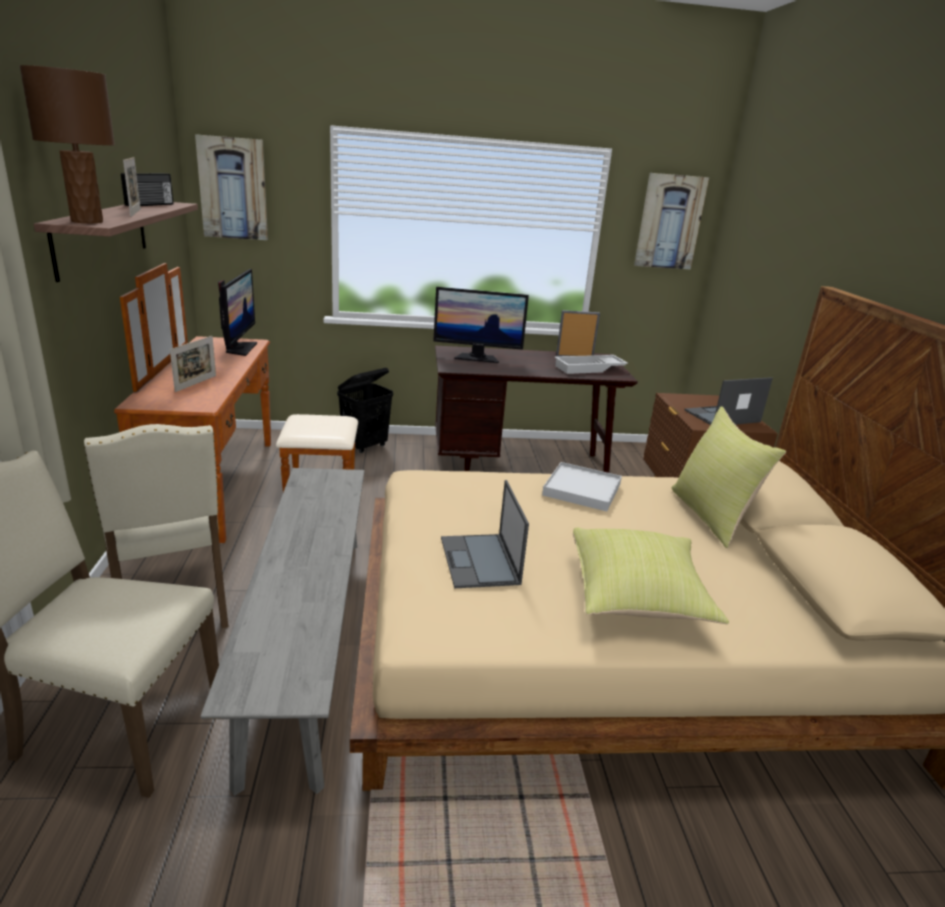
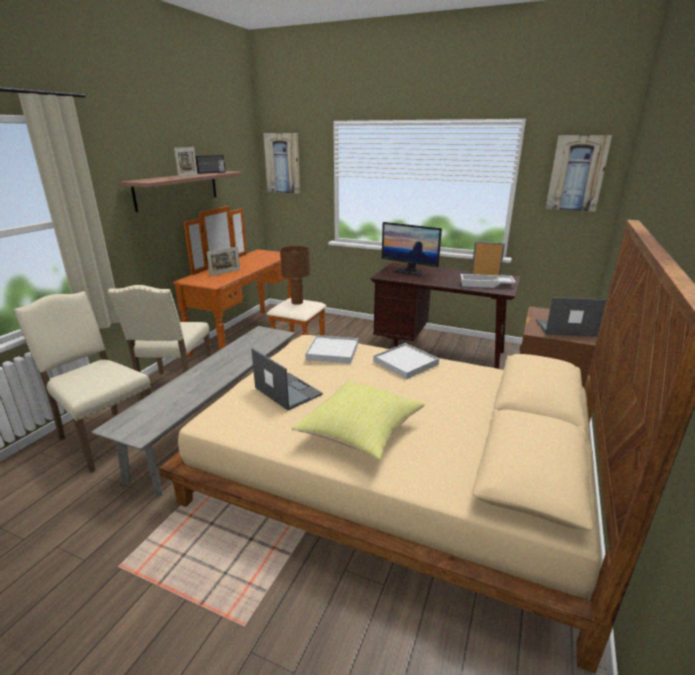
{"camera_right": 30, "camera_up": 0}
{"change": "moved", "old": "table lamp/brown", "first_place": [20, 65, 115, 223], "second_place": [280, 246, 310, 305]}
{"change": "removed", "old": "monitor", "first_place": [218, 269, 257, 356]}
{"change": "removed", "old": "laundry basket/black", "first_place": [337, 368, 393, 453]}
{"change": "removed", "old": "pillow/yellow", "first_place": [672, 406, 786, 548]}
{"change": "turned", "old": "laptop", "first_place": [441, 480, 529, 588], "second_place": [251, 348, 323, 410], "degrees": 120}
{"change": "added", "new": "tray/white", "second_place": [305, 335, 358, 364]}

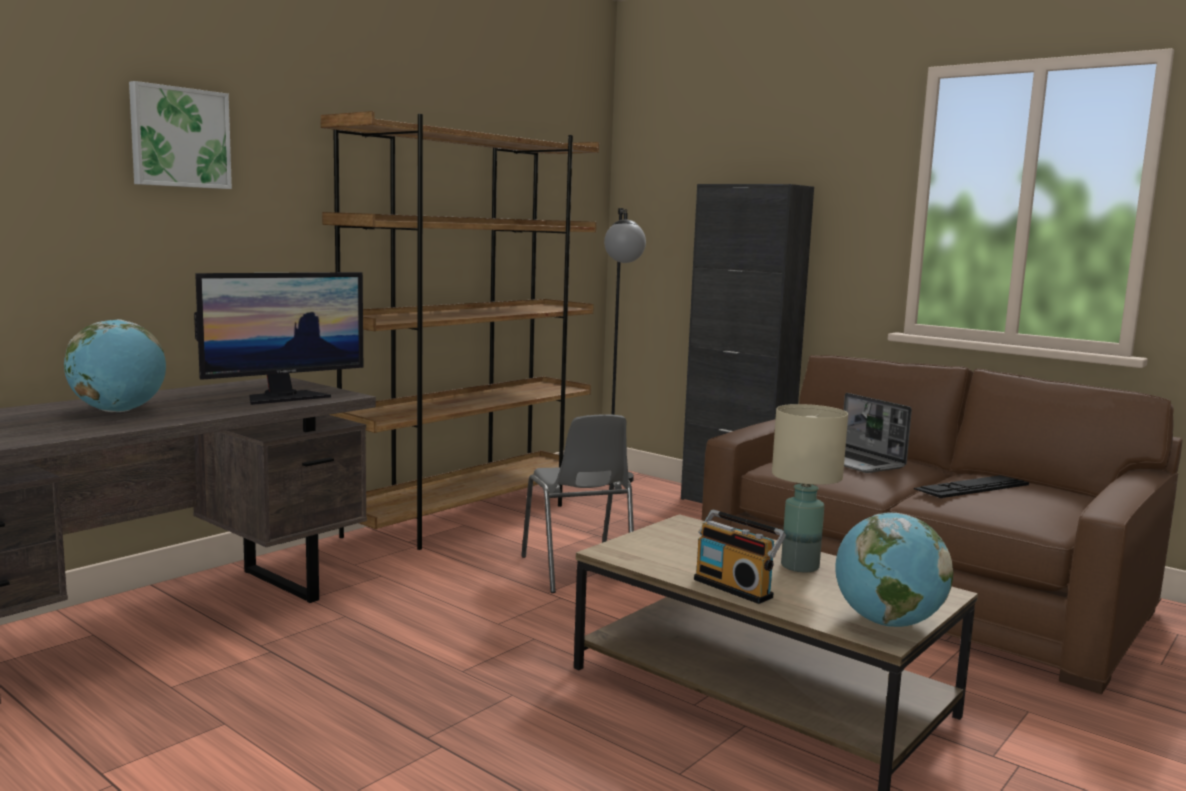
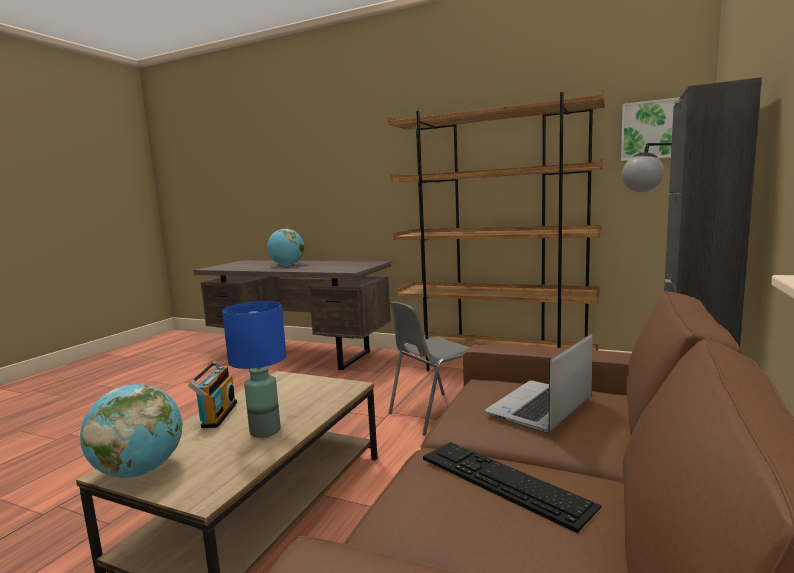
{"camera_right": 75, "camera_up": 0}
{"change": "moved", "old": "picture", "first_place": [129, 81, 232, 189], "second_place": [621, 97, 680, 161]}
{"change": "removed", "old": "monitor", "first_place": [194, 272, 363, 405]}
{"change": "recoloured", "old": "table lamp/beige", "new": "table lamp/blue", "first_place": [772, 404, 848, 572], "second_place": [222, 301, 286, 438]}
{"change": "turned", "old": "radio", "first_place": [694, 510, 786, 604], "second_place": [188, 361, 237, 428], "degrees": 150}

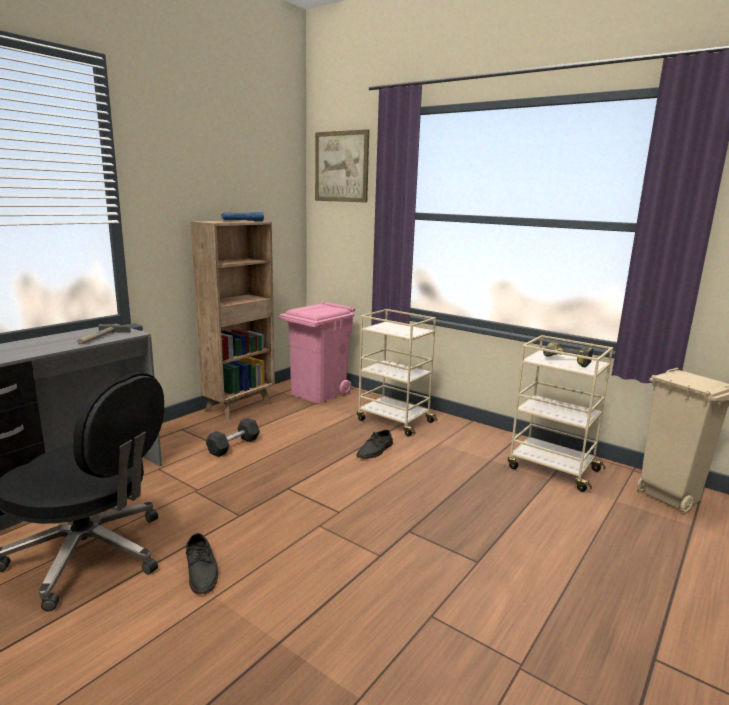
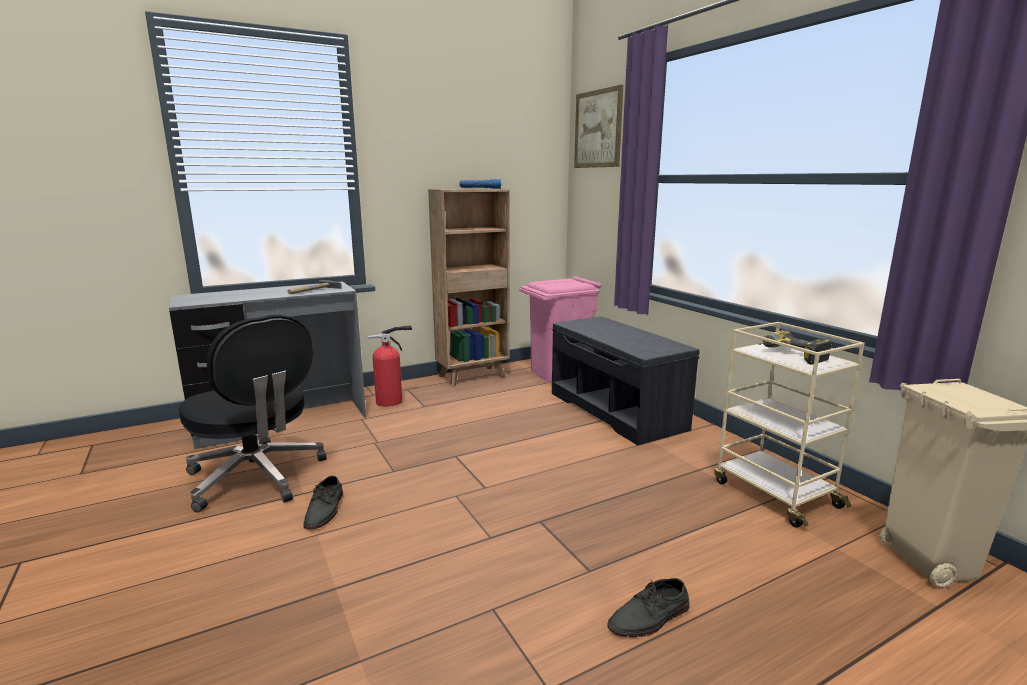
{"camera_right": 25, "camera_up": 0}
{"change": "replaced", "old": "cart/beige", "new": "bench/grey", "first_place": [357, 309, 438, 436], "second_place": [552, 316, 700, 445]}
{"change": "removed", "old": "dumbbell/grey", "first_place": [206, 418, 260, 457]}
{"change": "moved", "old": "shoe/grey", "first_place": [356, 430, 393, 459], "second_place": [607, 578, 689, 637]}
{"change": "added", "new": "fire extinguisher", "second_place": [368, 325, 412, 407]}

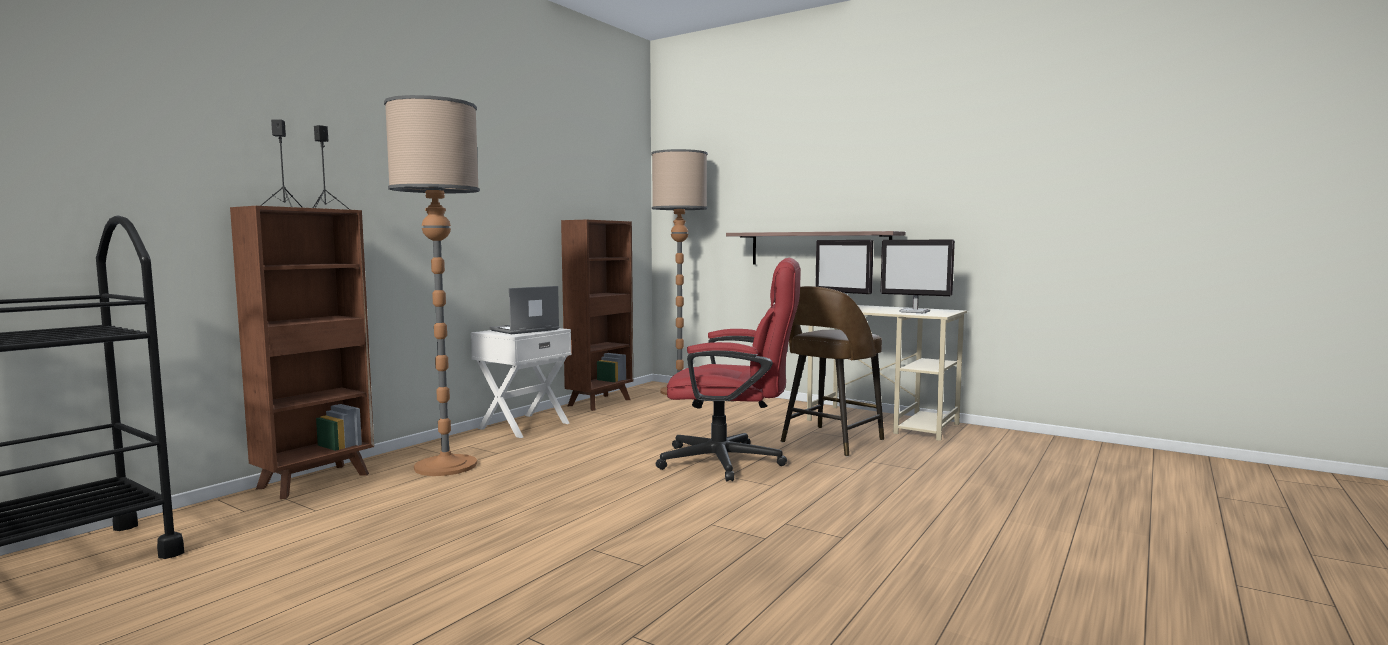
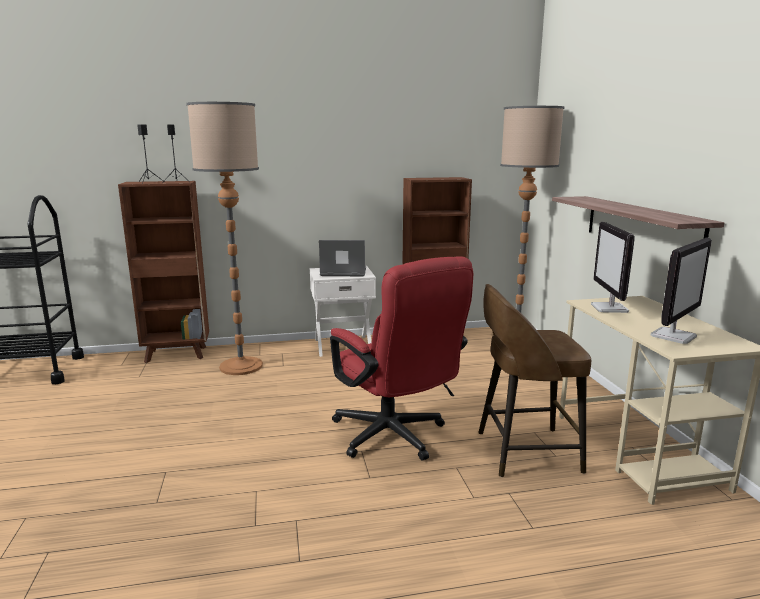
{"camera_right": 45, "camera_up": 10}
{"change": "turned", "old": "monitor", "first_place": [881, 240, 955, 313], "second_place": [651, 238, 712, 344], "degrees": -120}

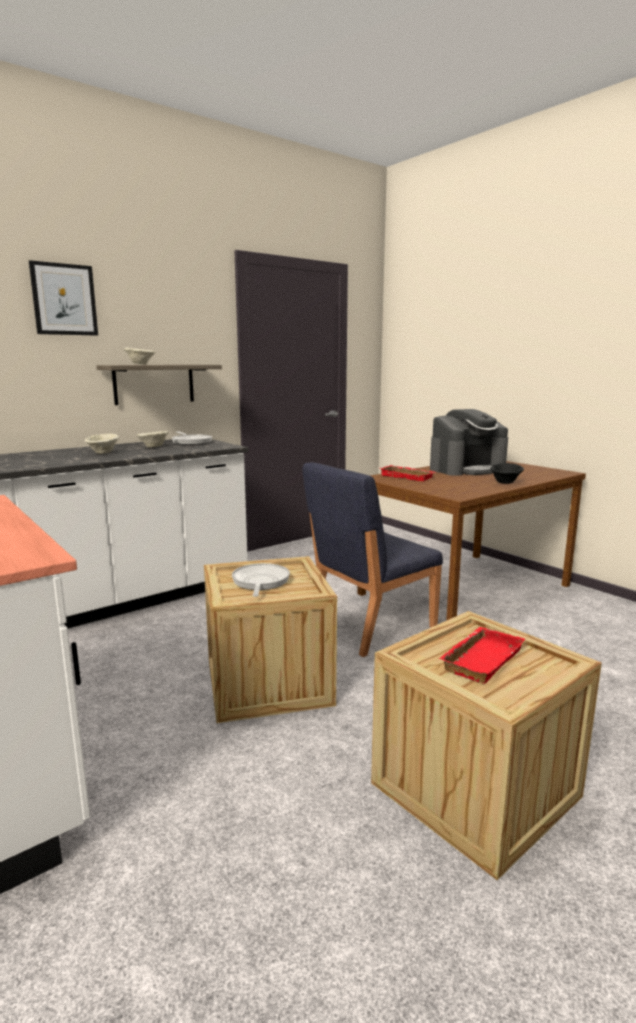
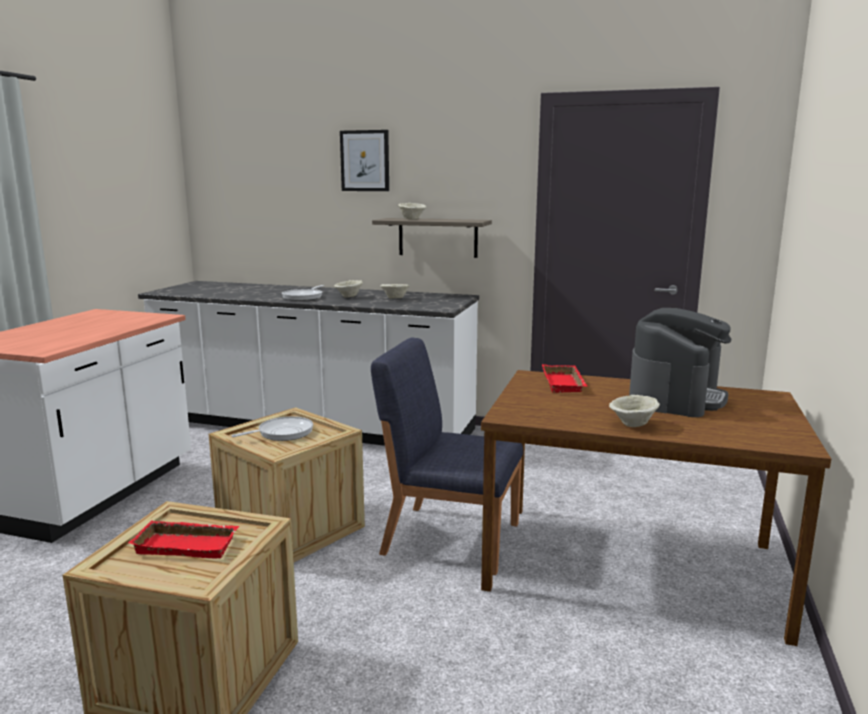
{"camera_right": 55, "camera_up": 0}
{"change": "turned", "old": "coffee machine", "first_place": [430, 409, 508, 476], "second_place": [629, 308, 731, 417], "degrees": -90}
{"change": "moved", "old": "frying pan", "first_place": [172, 432, 212, 445], "second_place": [282, 285, 324, 301]}
{"change": "recoloured", "old": "bowl/black", "new": "bowl/beige", "first_place": [490, 463, 524, 484], "second_place": [609, 395, 660, 427]}

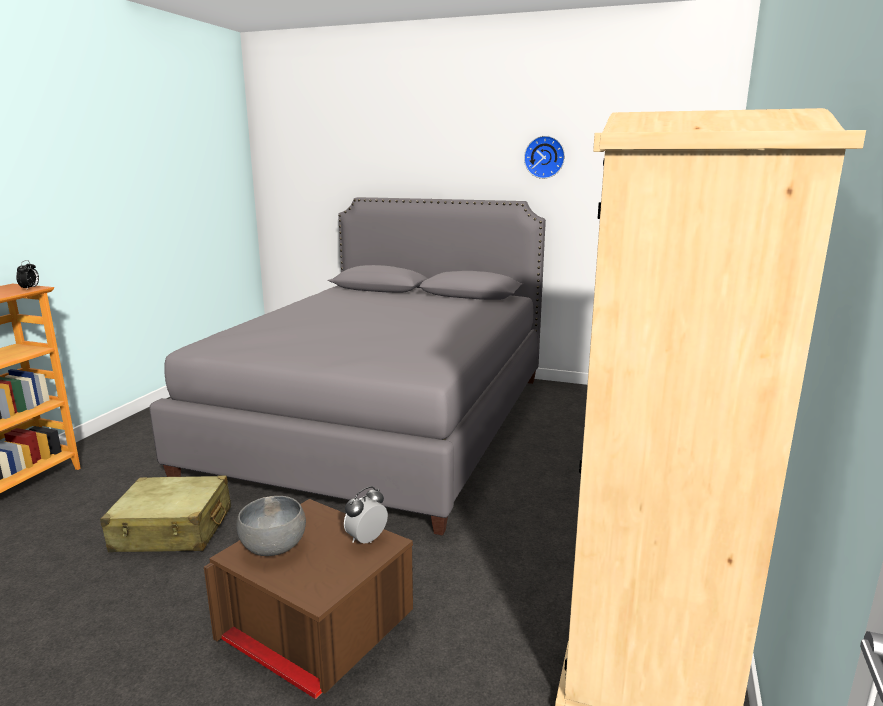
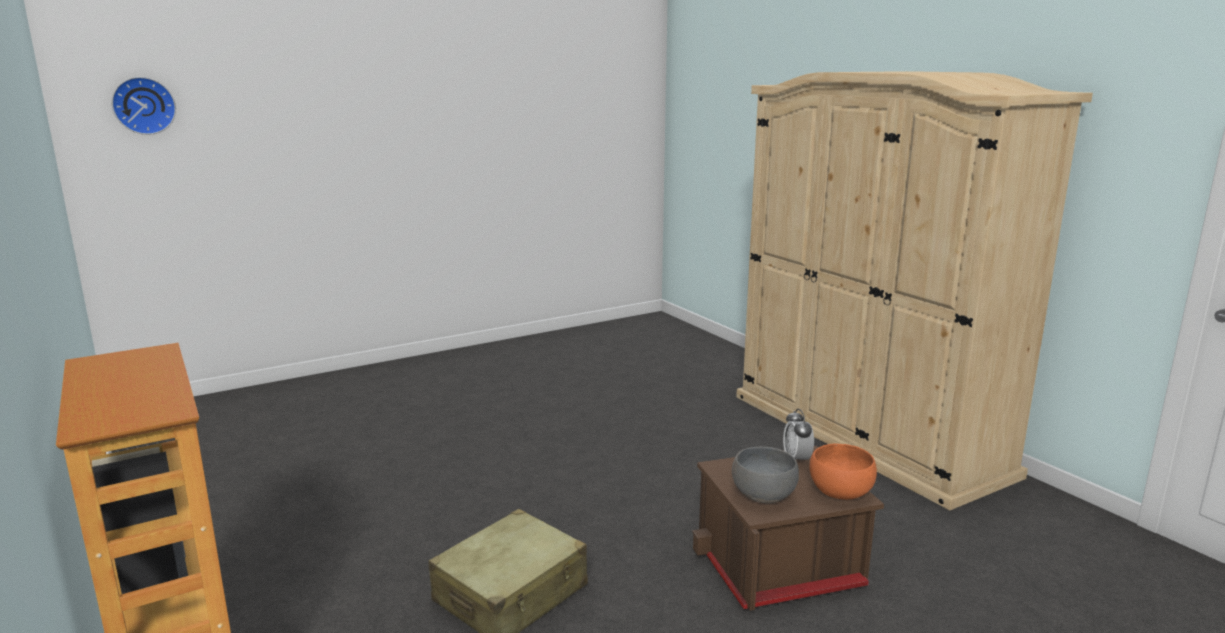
{"camera_right": -50, "camera_up": 0}
{"change": "moved", "old": "wall clock", "first_place": [524, 136, 565, 179], "second_place": [111, 77, 176, 135]}
{"change": "removed", "old": "bed/grey", "first_place": [149, 197, 546, 536]}
{"change": "removed", "old": "alarm clock", "first_place": [16, 260, 39, 289]}
{"change": "added", "new": "bowl/orange", "second_place": [809, 444, 877, 500]}

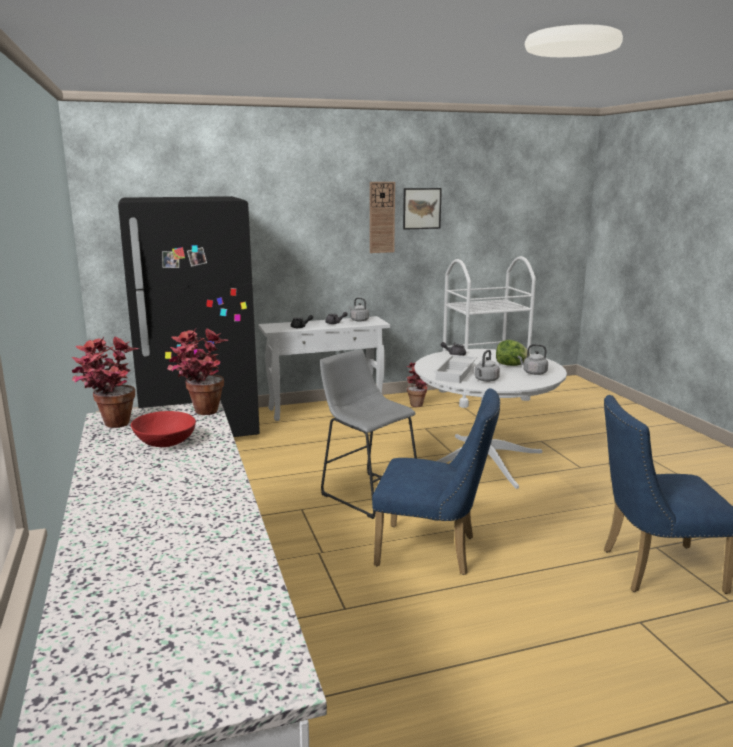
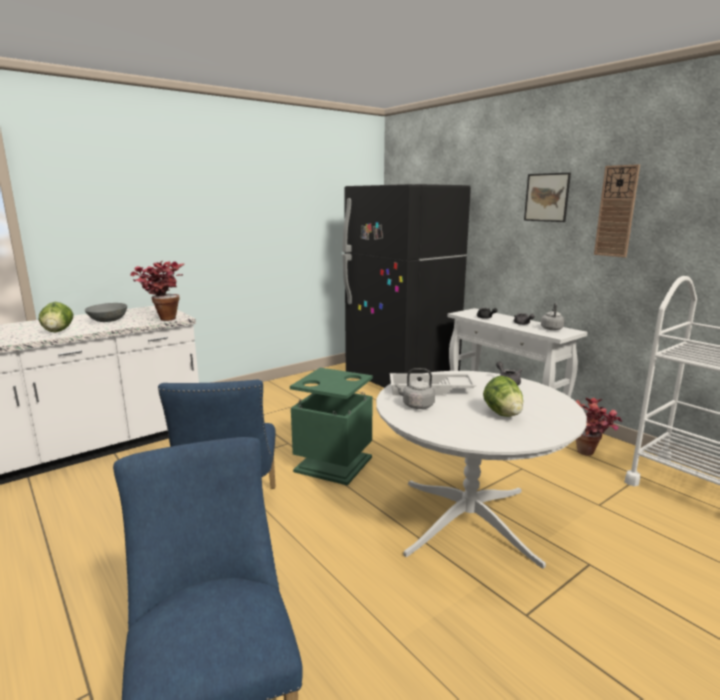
{"camera_right": 70, "camera_up": 0}
{"change": "moved", "old": "picture", "first_place": [403, 188, 442, 230], "second_place": [524, 173, 571, 222]}
{"change": "removed", "old": "potted plant", "first_place": [72, 336, 139, 428]}
{"change": "removed", "old": "kettle/grey", "first_place": [518, 344, 548, 375]}
{"change": "replaced", "old": "stool/grey", "new": "trash can/green", "first_place": [320, 349, 417, 519], "second_place": [290, 368, 373, 486]}
{"change": "recoloured", "old": "bowl/red", "new": "bowl/grey", "first_place": [131, 411, 196, 447], "second_place": [85, 303, 127, 322]}
{"change": "added", "new": "lettuce", "second_place": [38, 302, 73, 333]}

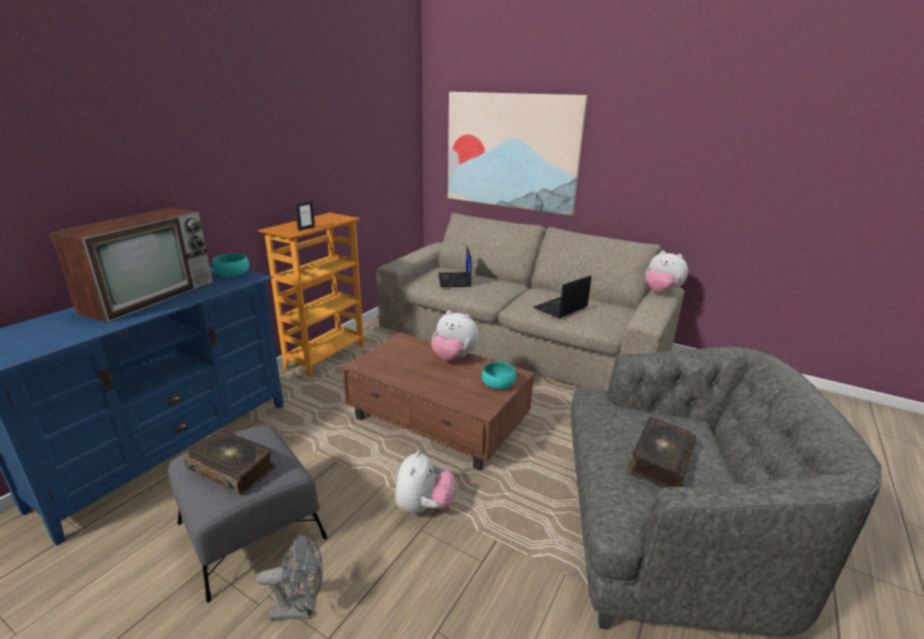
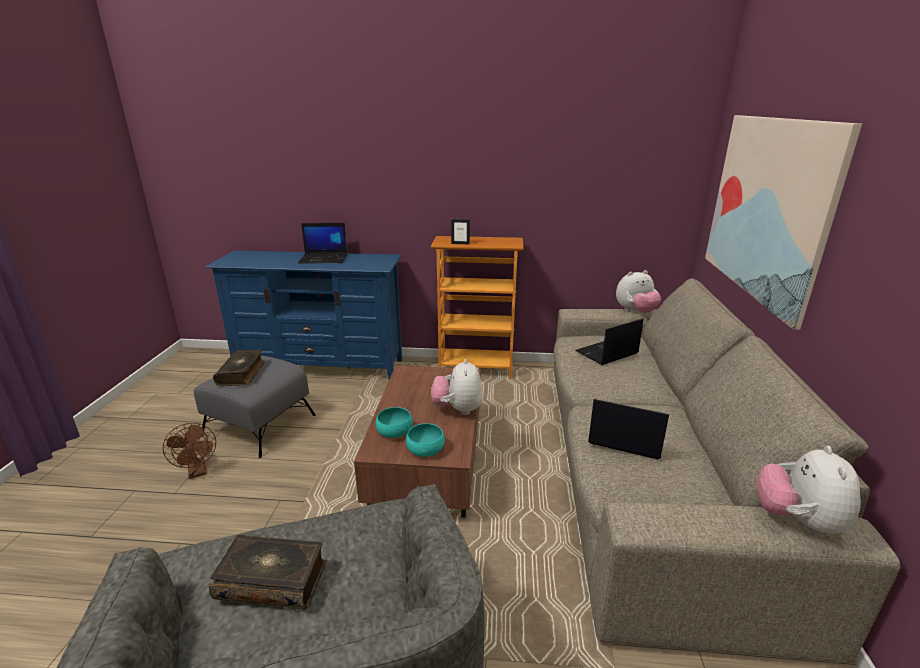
{"camera_right": 65, "camera_up": 0}
{"change": "replaced", "old": "television", "new": "laptop", "first_place": [50, 207, 213, 323], "second_place": [298, 223, 348, 264]}
{"change": "moved", "old": "bowl/turquoise", "first_place": [212, 254, 249, 277], "second_place": [376, 407, 413, 438]}
{"change": "moved", "old": "plush toy", "first_place": [395, 450, 455, 515], "second_place": [616, 270, 661, 313]}
{"change": "recoloured", "old": "fan/grey", "new": "fan/brown", "first_place": [257, 534, 323, 620], "second_place": [163, 423, 216, 479]}

